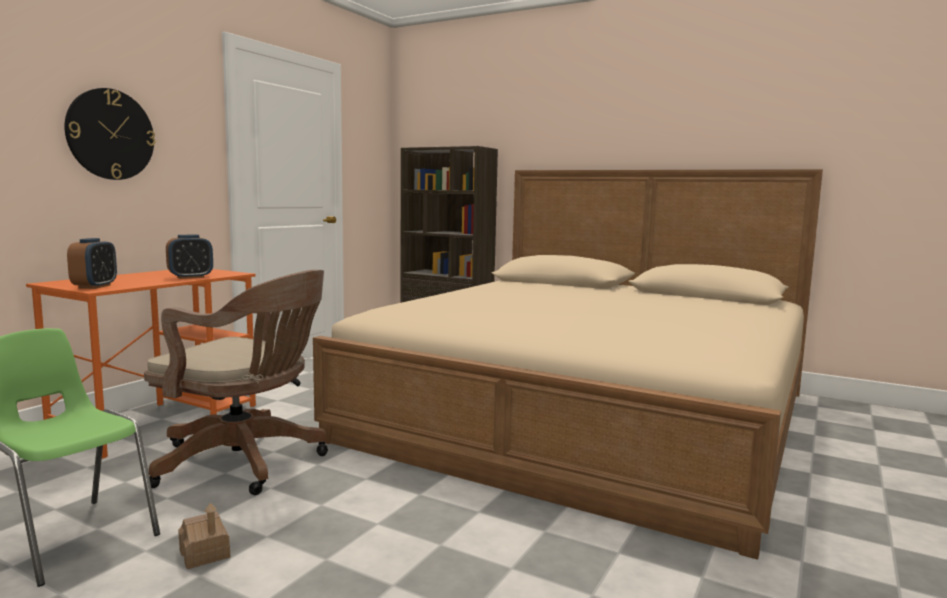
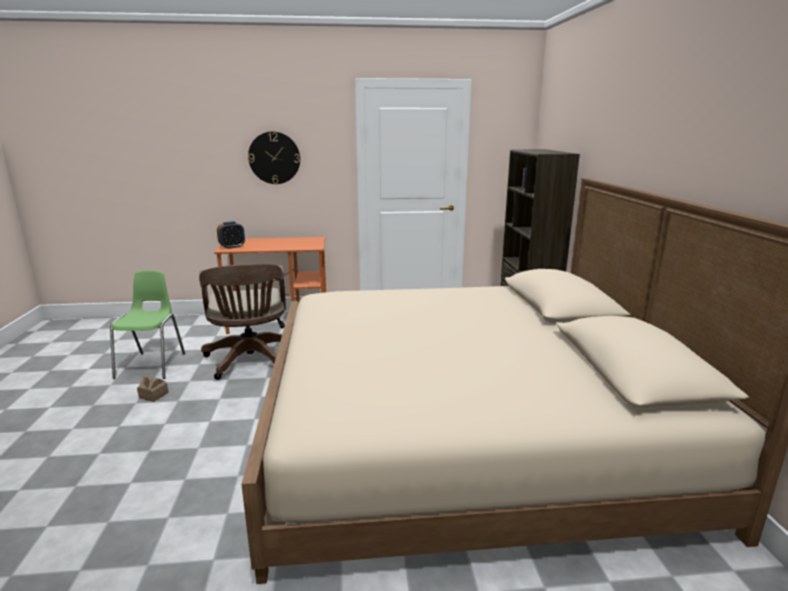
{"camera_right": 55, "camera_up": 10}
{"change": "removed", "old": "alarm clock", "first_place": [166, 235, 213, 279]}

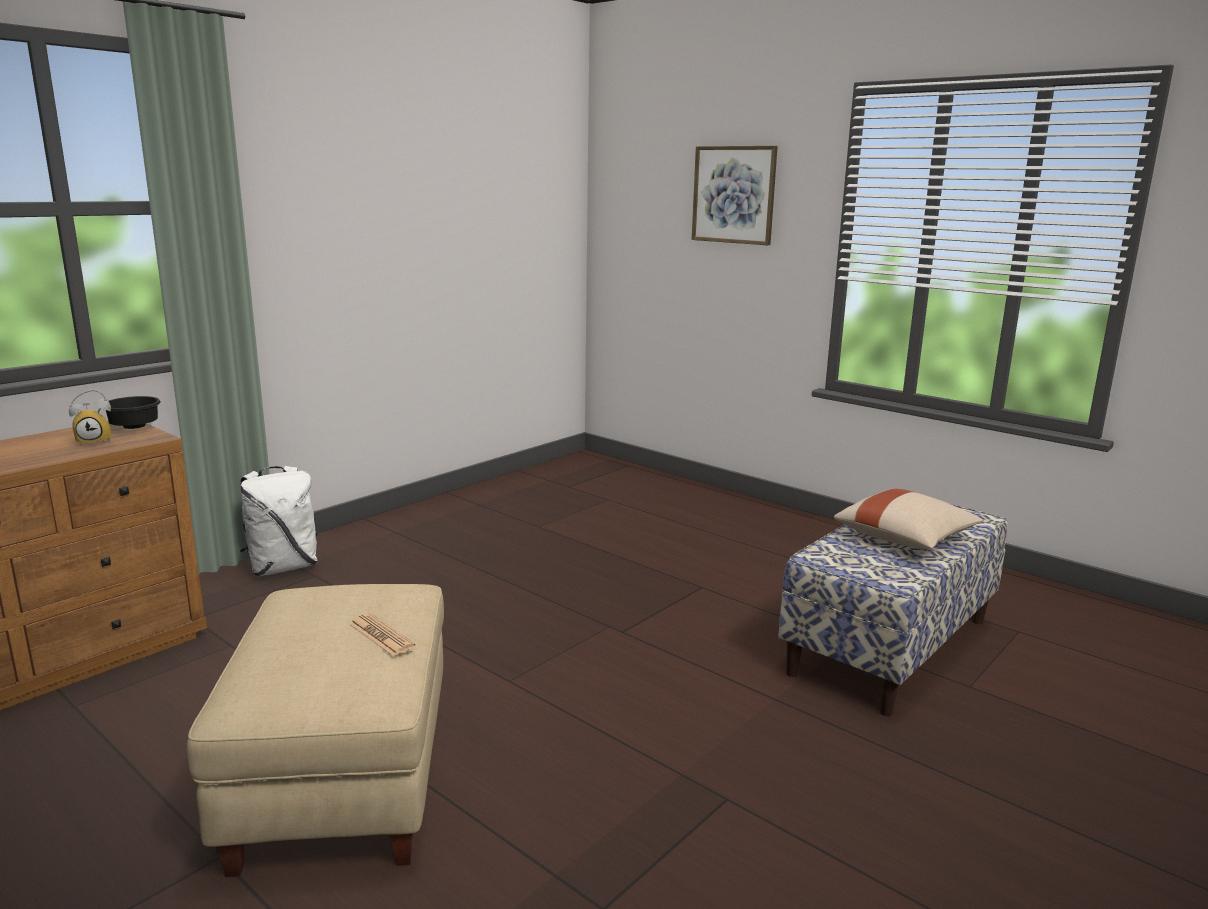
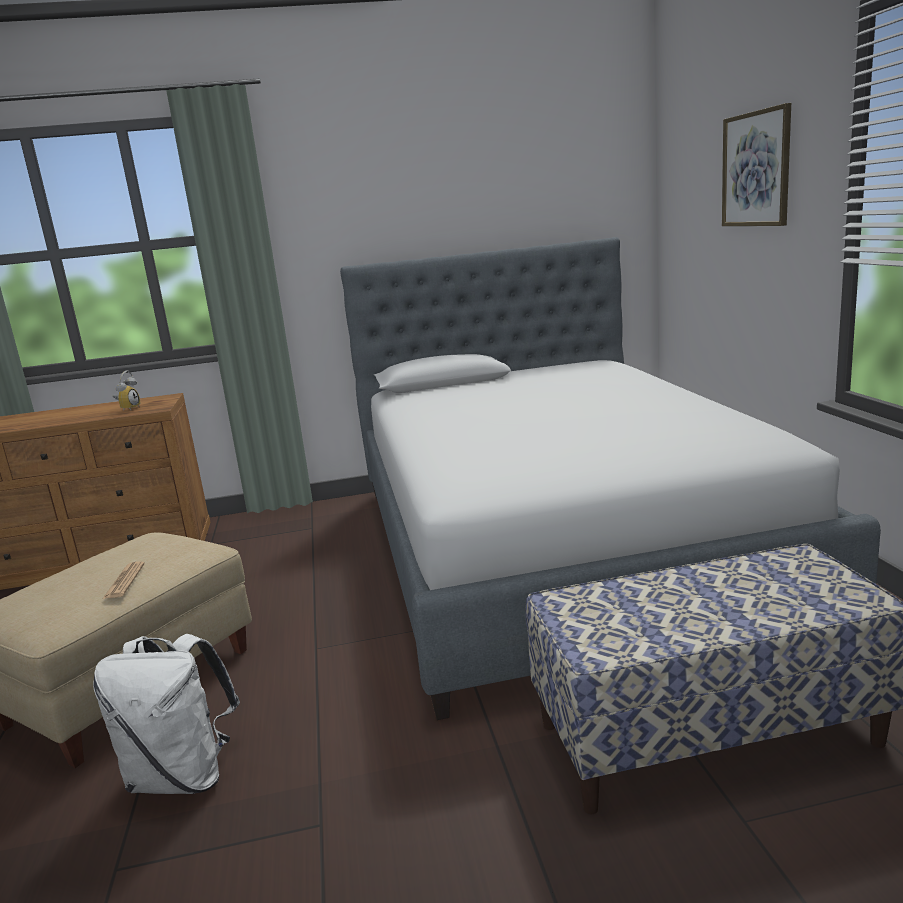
{"camera_right": 40, "camera_up": 0}
{"change": "turned", "old": "alarm clock", "first_place": [69, 389, 112, 446], "second_place": [113, 371, 140, 410], "degrees": -90}
{"change": "removed", "old": "bowl/black", "first_place": [106, 396, 161, 429]}
{"change": "moved", "old": "backpack/white", "first_place": [240, 466, 318, 576], "second_place": [93, 634, 240, 794]}
{"change": "removed", "old": "pillow/beige", "first_place": [834, 489, 983, 549]}
{"change": "added", "new": "bed", "second_place": [340, 237, 881, 720]}

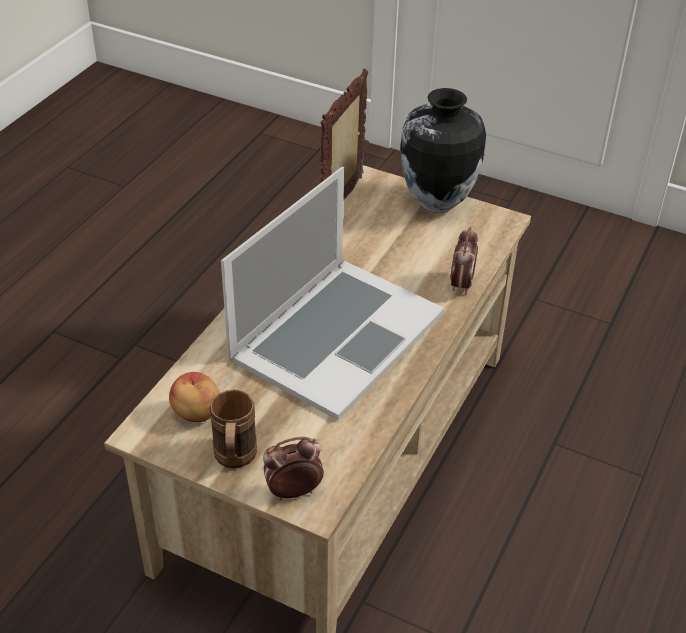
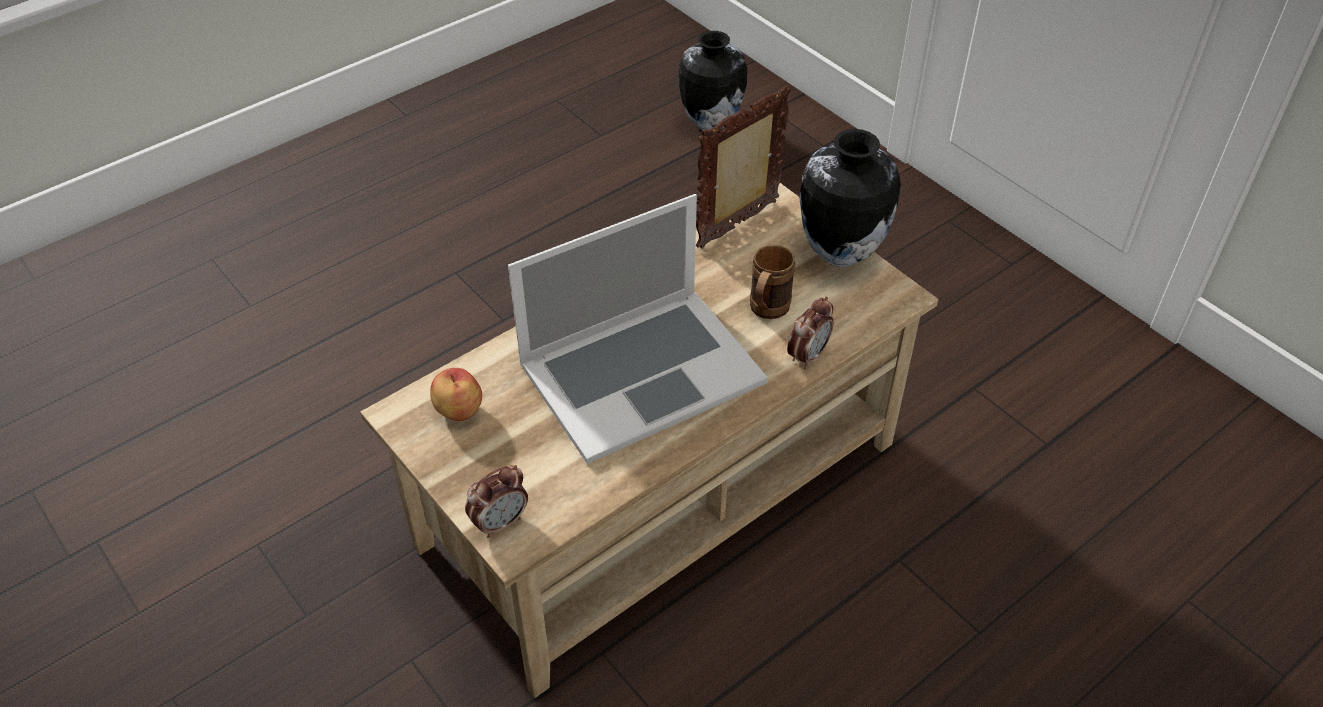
{"camera_right": 25, "camera_up": 5}
{"change": "moved", "old": "mug/brown", "first_place": [210, 389, 257, 468], "second_place": [750, 245, 795, 319]}
{"change": "turned", "old": "alarm clock", "first_place": [263, 437, 324, 501], "second_place": [465, 465, 528, 538], "degrees": 135}
{"change": "added", "new": "vase", "second_place": [678, 31, 747, 130]}

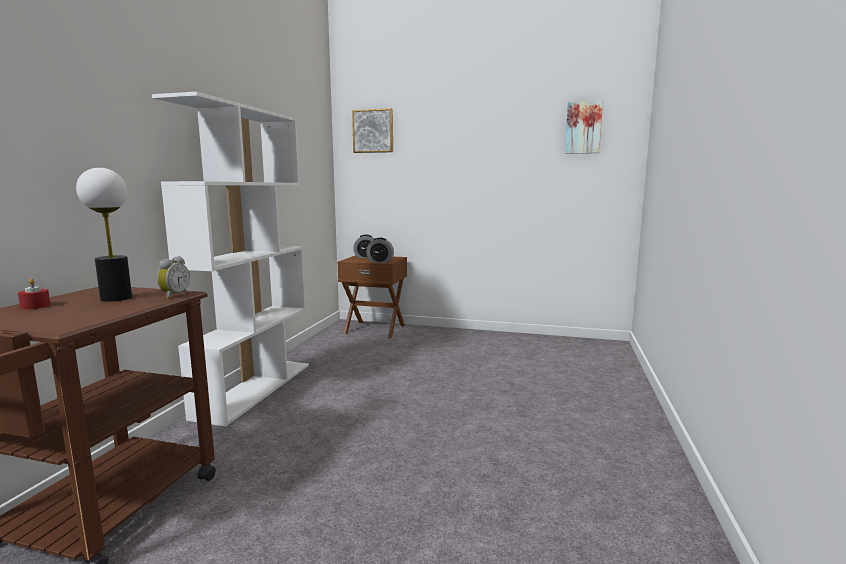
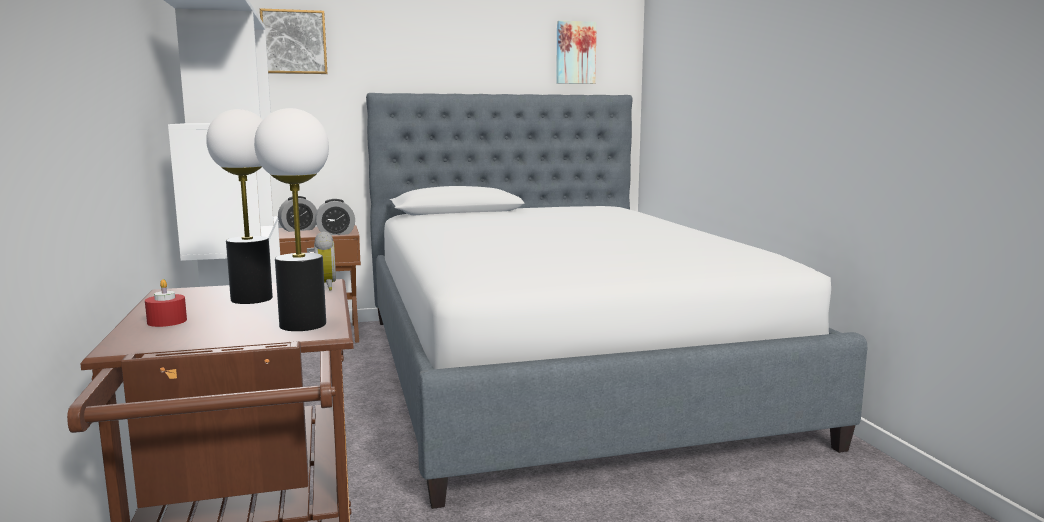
{"camera_right": -30, "camera_up": 0}
{"change": "added", "new": "bed", "second_place": [366, 93, 867, 509]}
{"change": "added", "new": "table lamp", "second_place": [254, 108, 329, 331]}

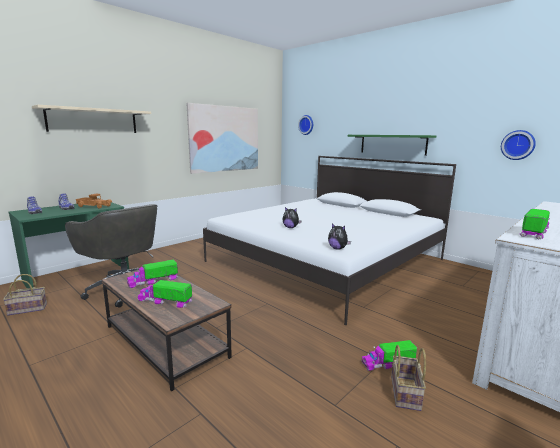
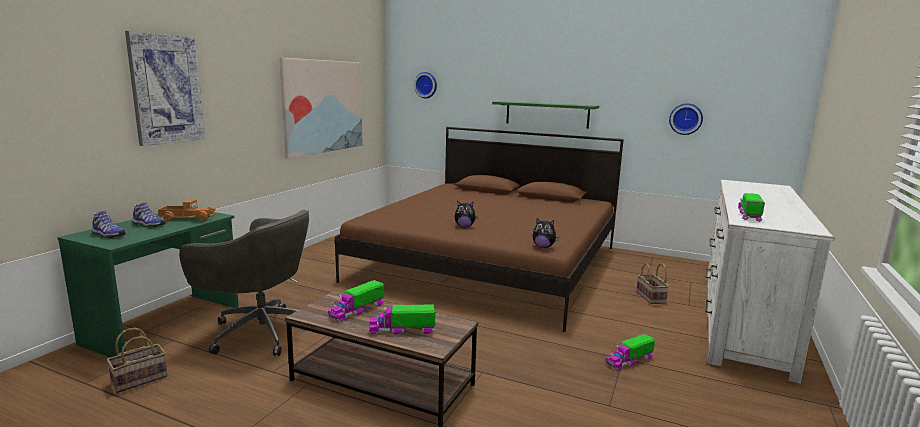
{"camera_right": -20, "camera_up": 0}
{"change": "replaced", "old": "shelf/beige", "new": "picture", "first_place": [32, 105, 151, 133], "second_place": [125, 31, 205, 146]}
{"change": "recoloured", "old": "bed/white", "new": "bed/brown", "first_place": [203, 156, 456, 325], "second_place": [335, 127, 624, 332]}
{"change": "moved", "old": "basket", "first_place": [391, 345, 426, 411], "second_place": [636, 263, 669, 304]}

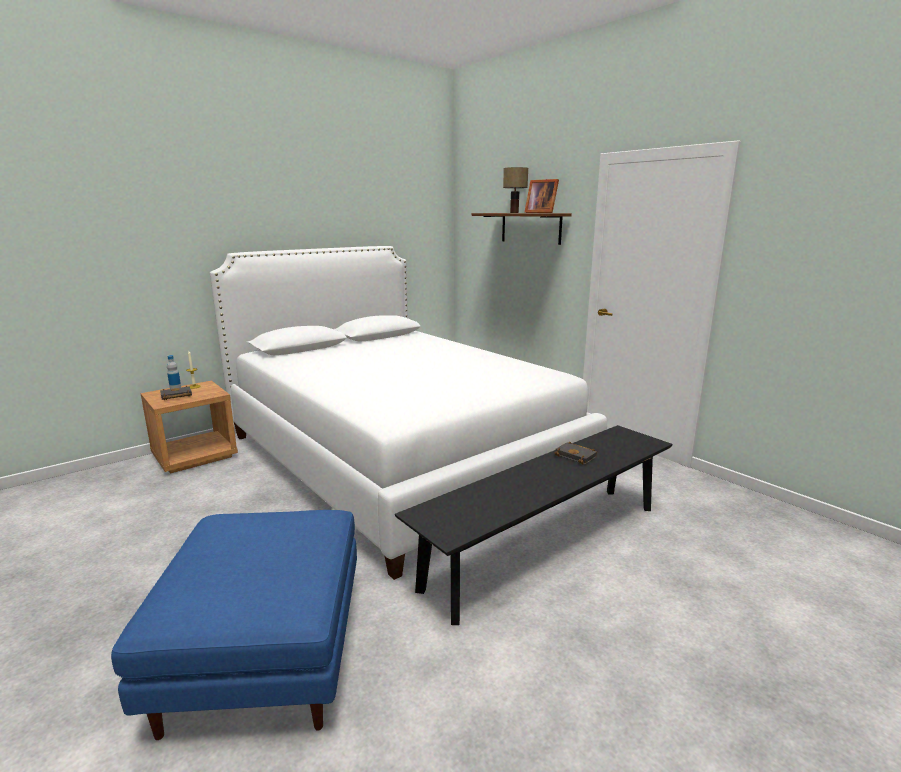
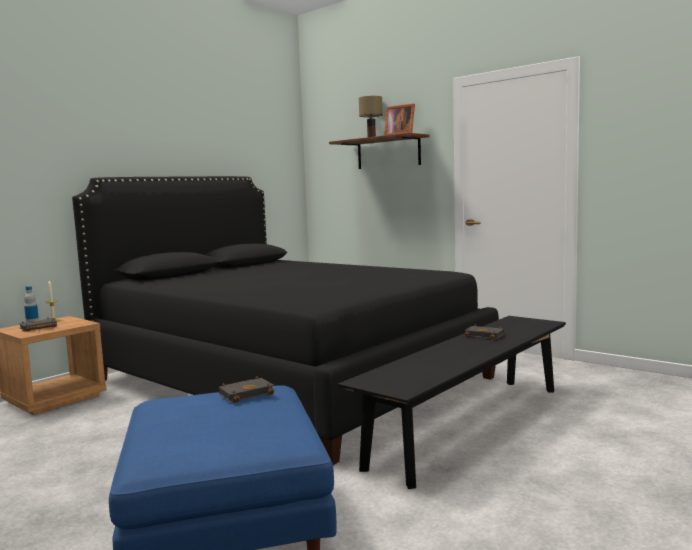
{"camera_right": -10, "camera_up": -10}
{"change": "recoloured", "old": "bed/white", "new": "bed/black", "first_place": [210, 246, 607, 580], "second_place": [72, 176, 499, 465]}
{"change": "added", "new": "book/black", "second_place": [219, 377, 274, 403]}

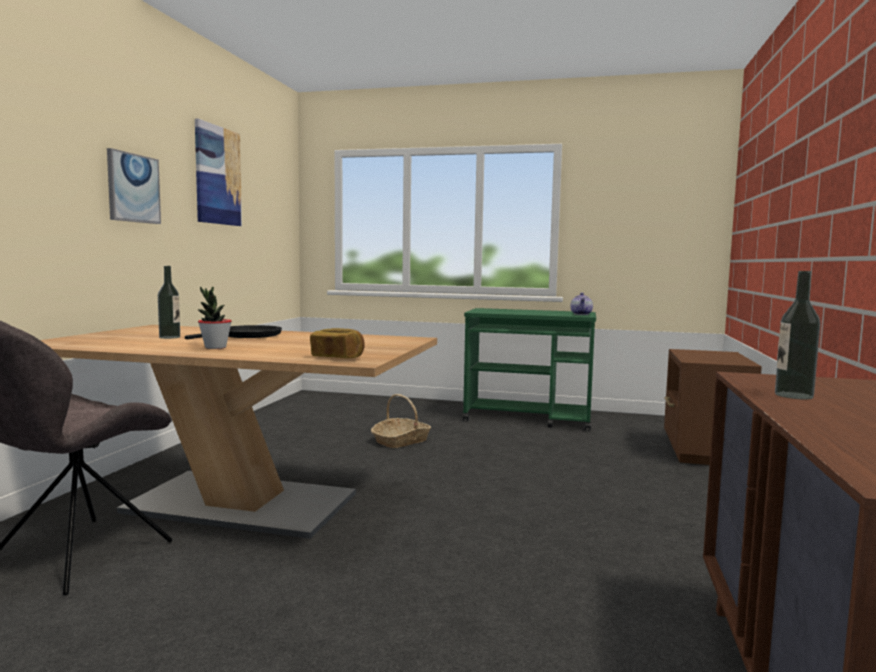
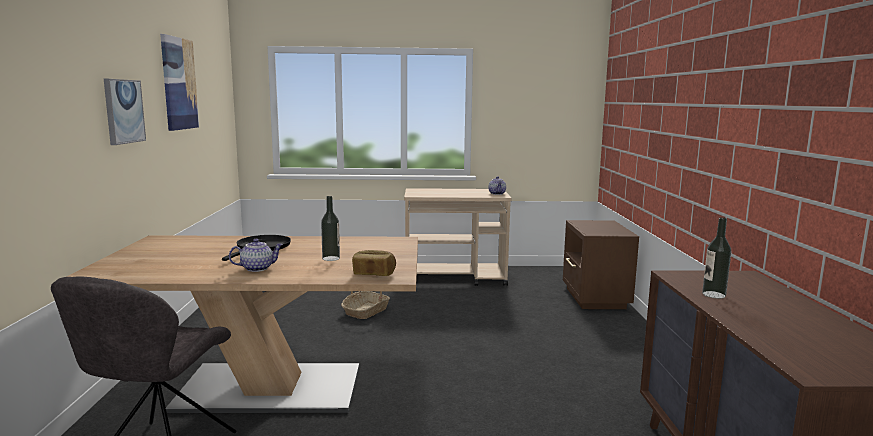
{"camera_right": -15, "camera_up": 5}
{"change": "moved", "old": "bottle", "first_place": [158, 266, 180, 339], "second_place": [321, 196, 340, 261]}
{"change": "replaced", "old": "potted plant", "new": "teapot", "first_place": [198, 286, 232, 349], "second_place": [229, 239, 283, 272]}
{"change": "recoloured", "old": "cart/green", "new": "cart/beige", "first_place": [463, 308, 596, 431], "second_place": [404, 188, 512, 286]}

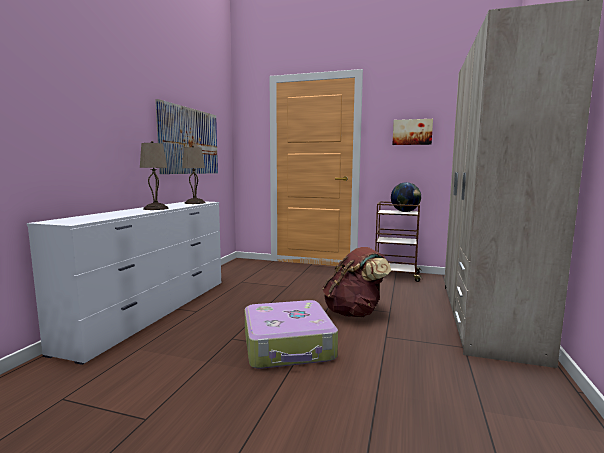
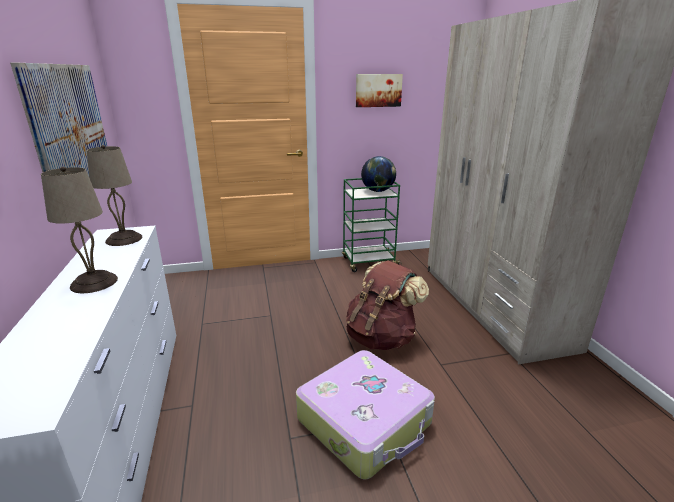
{"camera_right": -30, "camera_up": 15}
{"change": "recoloured", "old": "cart/brown", "new": "cart/green", "first_place": [375, 201, 423, 282], "second_place": [342, 178, 402, 272]}

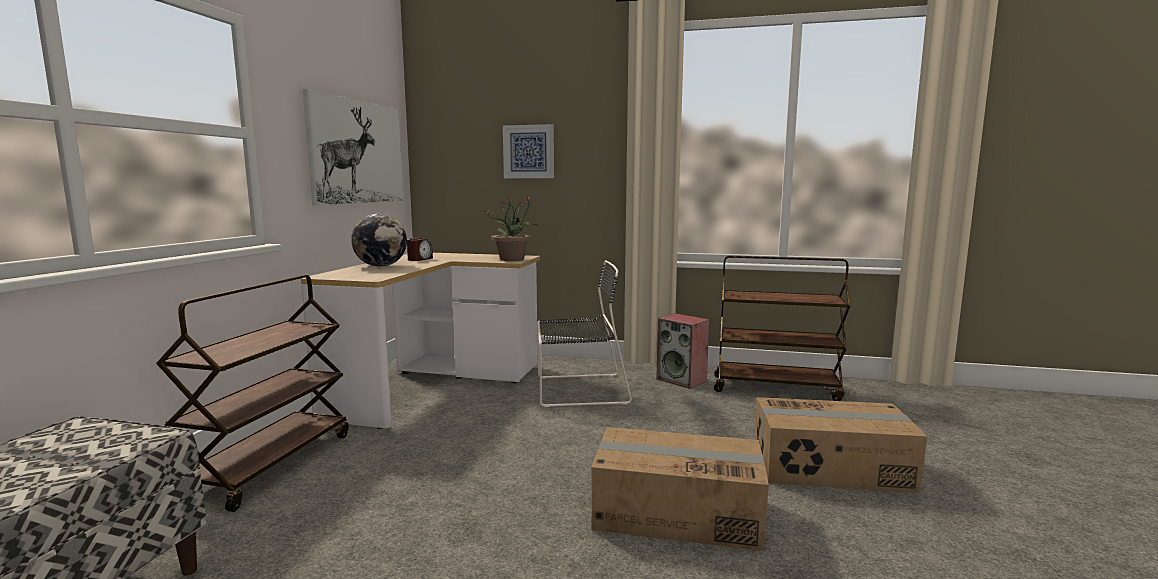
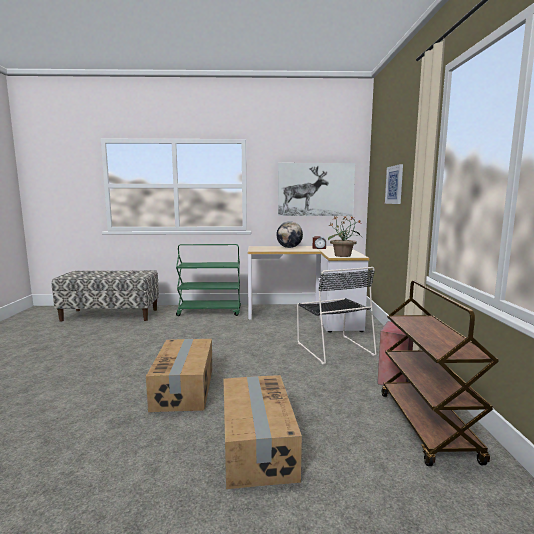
{"camera_right": 75, "camera_up": 0}
{"change": "recoloured", "old": "cart/brown", "new": "cart/green", "first_place": [156, 275, 349, 512], "second_place": [176, 244, 241, 316]}

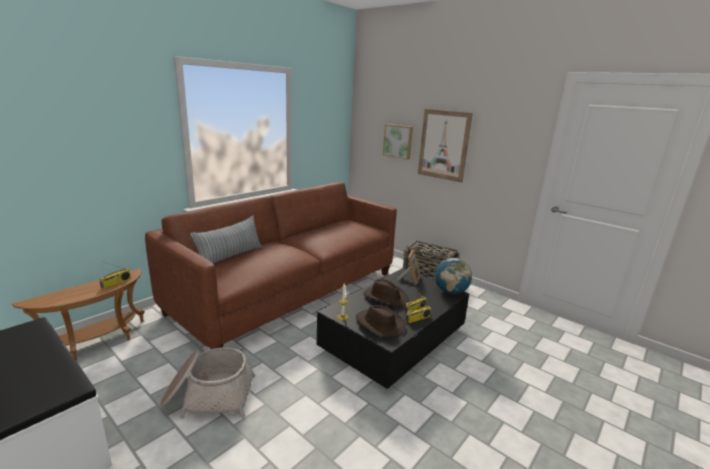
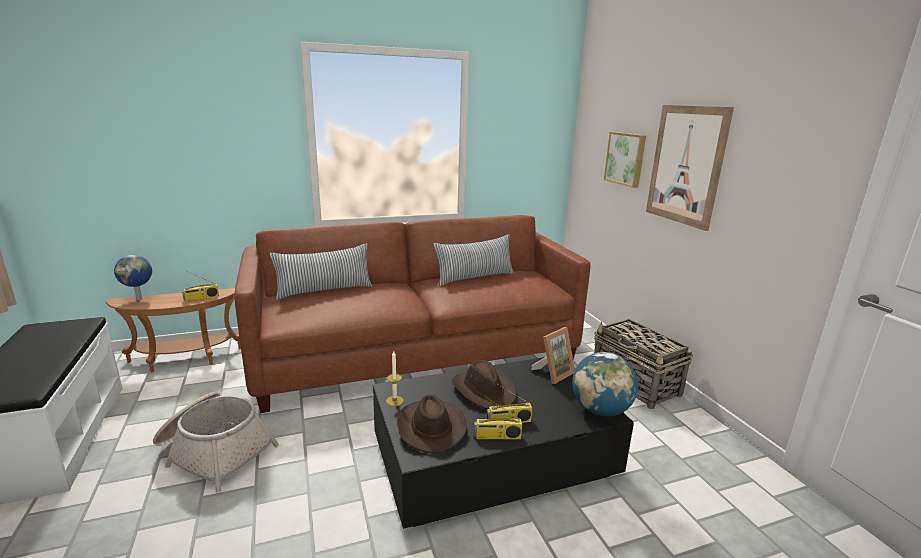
{"camera_right": 30, "camera_up": 0}
{"change": "added", "new": "pillow", "second_place": [433, 234, 514, 286]}
{"change": "added", "new": "globe", "second_place": [114, 255, 152, 300]}

